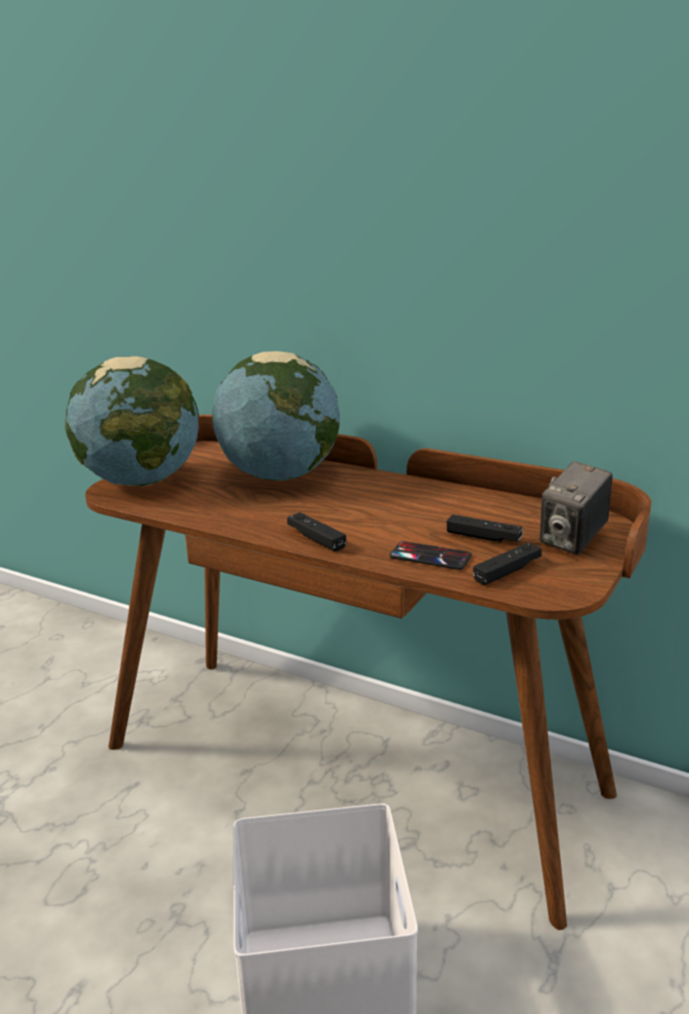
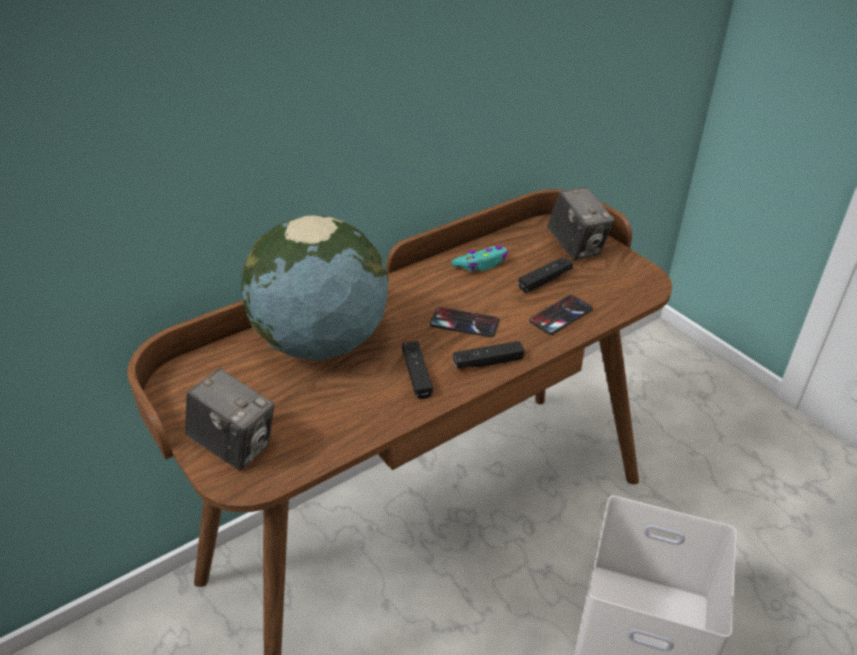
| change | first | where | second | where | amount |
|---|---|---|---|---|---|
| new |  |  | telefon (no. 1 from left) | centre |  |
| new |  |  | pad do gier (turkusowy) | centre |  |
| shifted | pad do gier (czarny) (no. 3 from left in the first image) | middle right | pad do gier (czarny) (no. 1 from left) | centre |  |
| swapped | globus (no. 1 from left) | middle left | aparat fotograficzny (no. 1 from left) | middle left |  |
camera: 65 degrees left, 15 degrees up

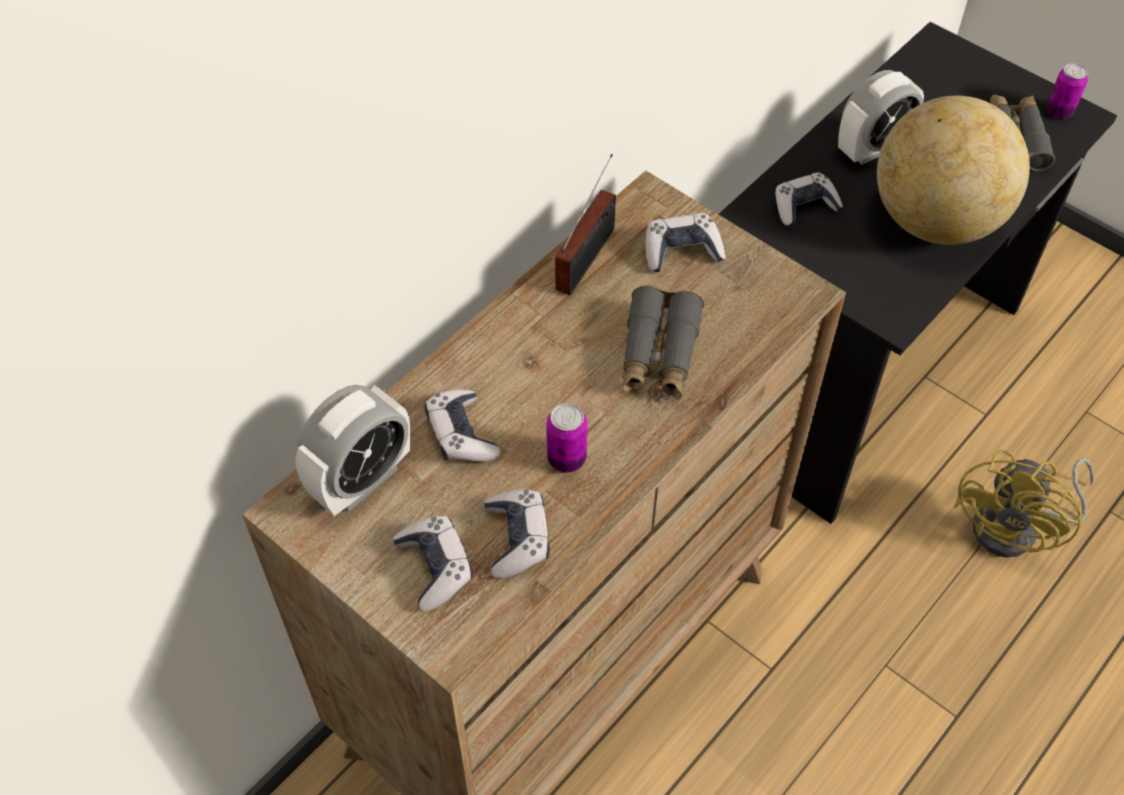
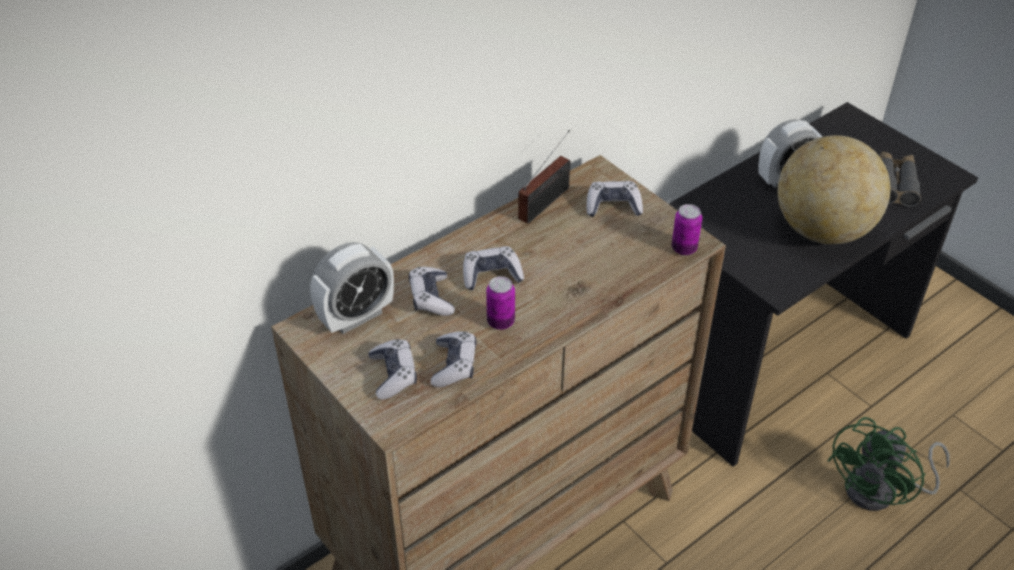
| change | first | where | second | where | amount |
|---|---|---|---|---|---|
| gone | lornetka (szary) (no. 1 from left) | centre |  |  |  |
| shifted | pad do gier (no. 5 from left in the first image) | top right | pad do gier (no. 4 from left) | centre |  |
| shifted | puszka (no. 2 from left) | top right |  | middle right |  |
| repainted | wentylator (żółty) | middle right | wentylator (zielony) | bottom right |  |
camera: 10 degrees right, 10 degrees down

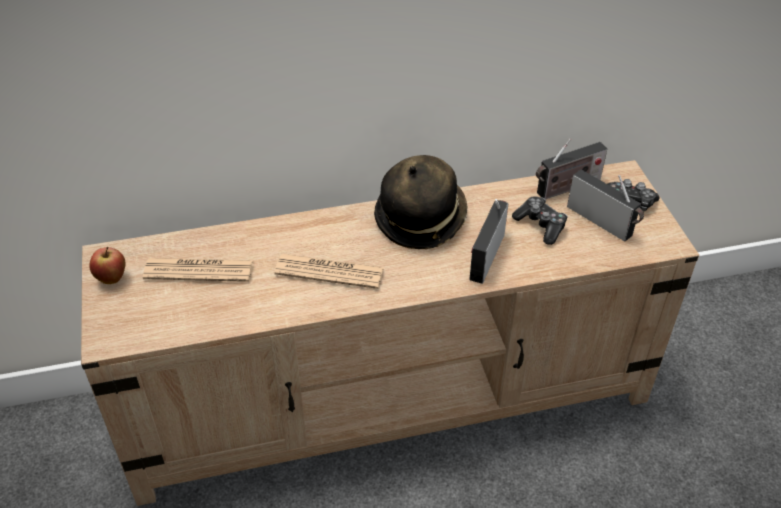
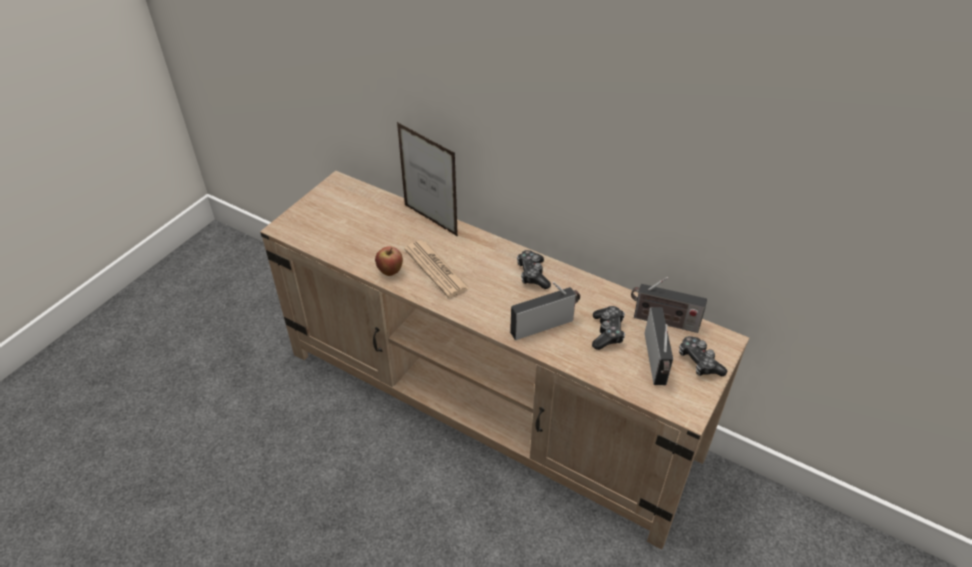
| change | first | where | second | where | amount |
|---|---|---|---|---|---|
| gone | gazeta (no. 1 from left) | middle left |  |  |  |
| new |  |  | ramka na zdjęcie | top centre |  |
| shifted | jabłko | middle left |  | centre |  |
| swapped | kapelusz | centre | pad do gier (no. 1 from left) | centre |  |
camera: 45 degrees right, 0 degrees up

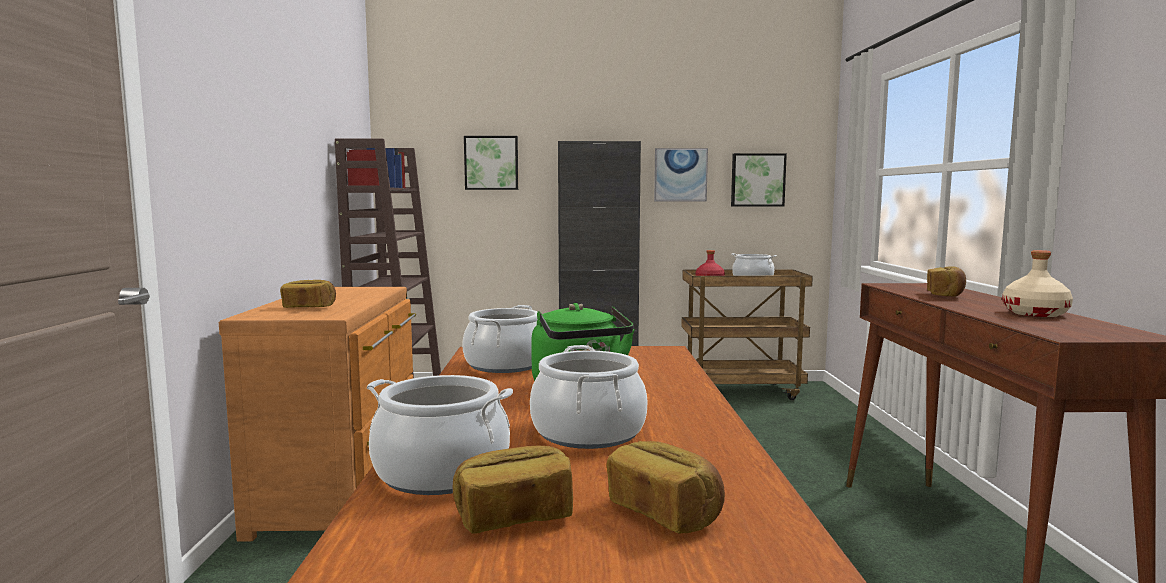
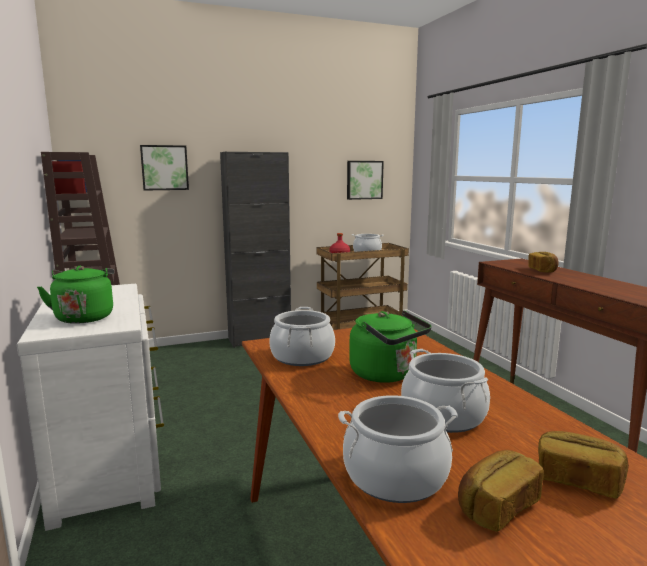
| change | first | where | second | where | amount |
|---|---|---|---|---|---|
| gone | obraz (no. 2 from left) | top centre |  |  |  |
| gone | butelka (beżowy) | middle right |  |  |  |
| swapped | chleb (no. 1 from left) | middle left | czajnik (zielony) (no. 1 from left) | middle left |  |
| repainted | komoda (brązowy) | bottom left | komoda (biały) | bottom left |  |
camera: 20 degrees left, 5 degrees up

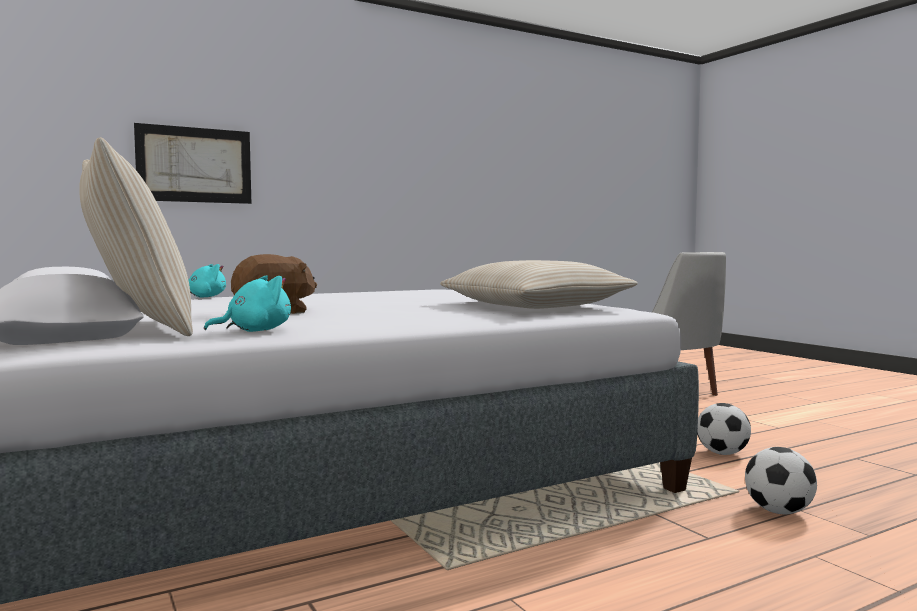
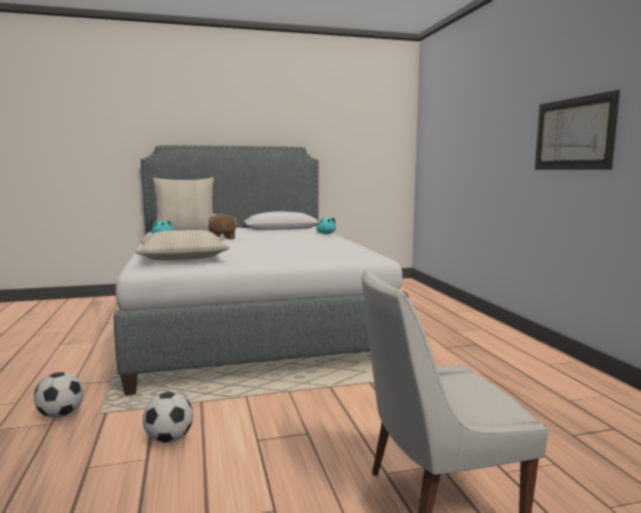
| change | first | where | second | where | amount |
|---|---|---|---|---|---|
| shifted | obraz | top left |  | top right |  |
camera: 105 degrees right, 5 degrees up

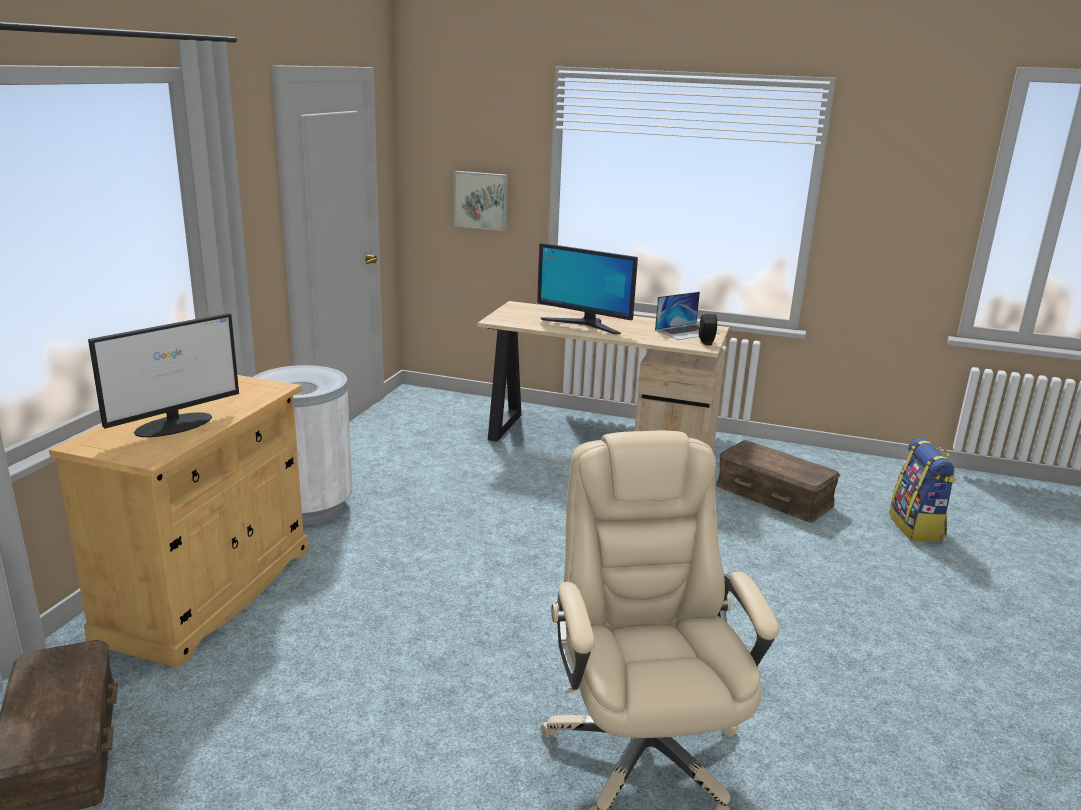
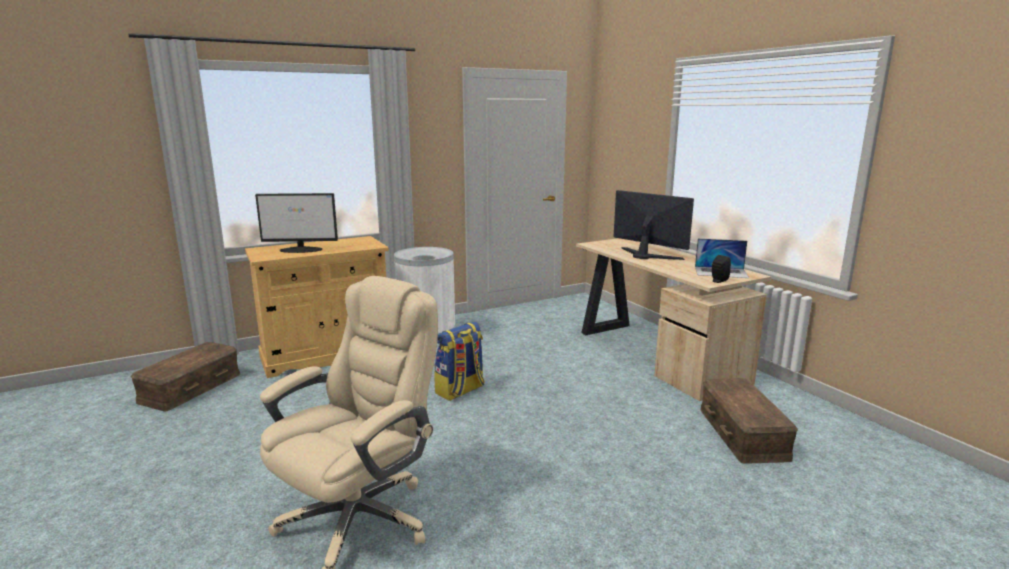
| change | first | where | second | where | amount |
|---|---|---|---|---|---|
| gone | obraz | top centre |  |  |  |
| shifted | plecak | middle right |  | centre |  |
| rotated | monitor (no. 2 from left) | centre |  | centre | 150 degrees clockwise |
camera: 45 degrees right, 5 degrees down

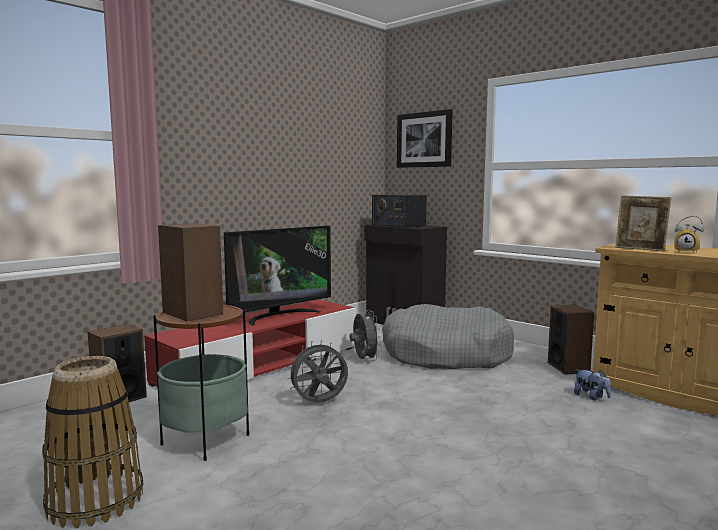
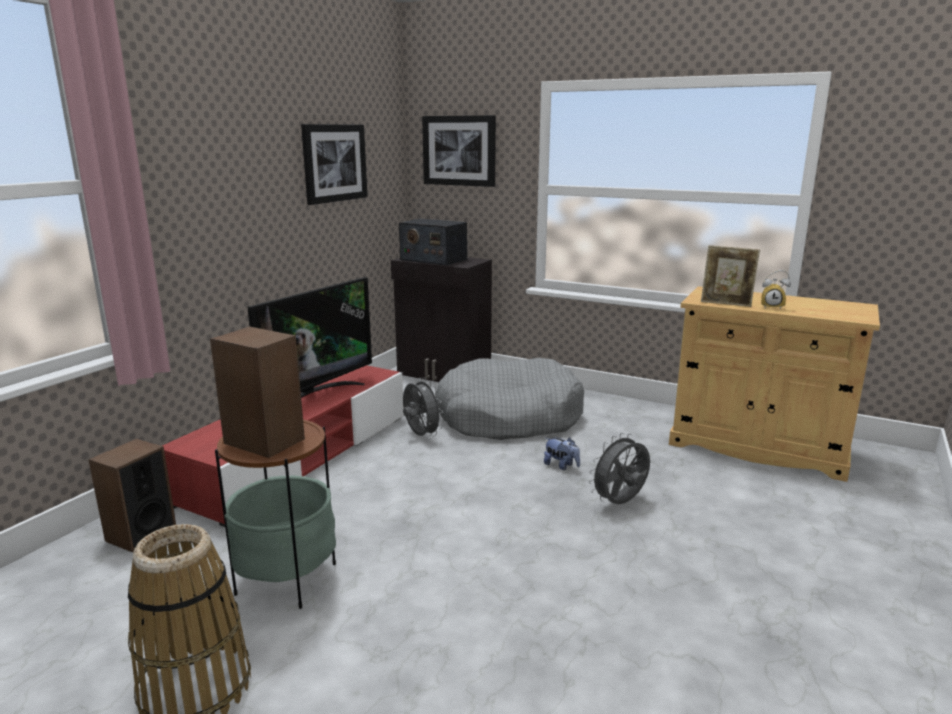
| change | first | where | second | where | amount |
|---|---|---|---|---|---|
| gone | głośnik (no. 3 from left) | middle right |  |  |  |
| new |  |  | obraz (no. 1 from left) | top centre |  |
| shifted | wentylator (szary) (no. 1 from left in the first image) | bottom centre | wentylator (szary) (no. 2 from left) | centre |  |
| shifted | pluszak | bottom right |  | centre |  |
camera: 15 degrees left, 10 degrees up

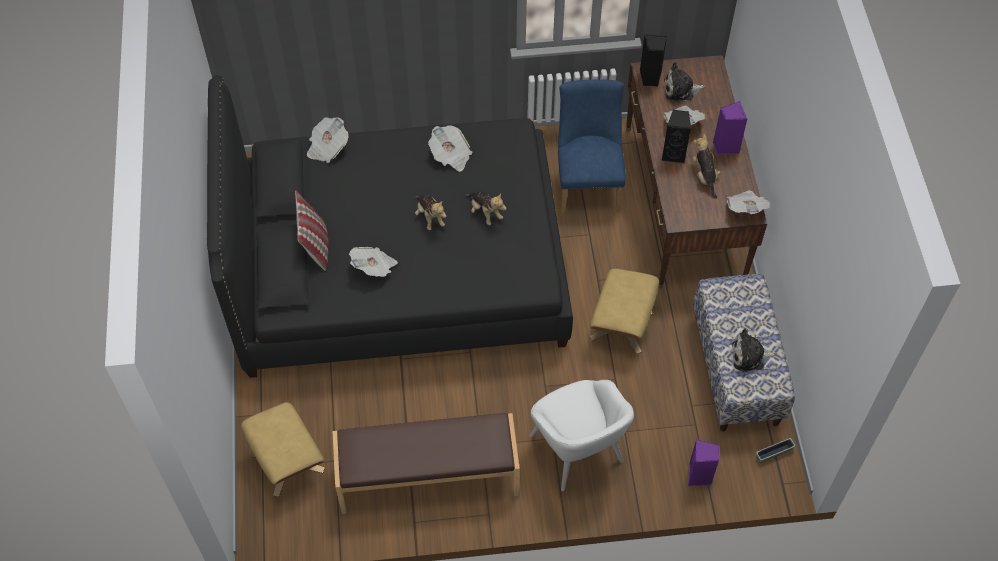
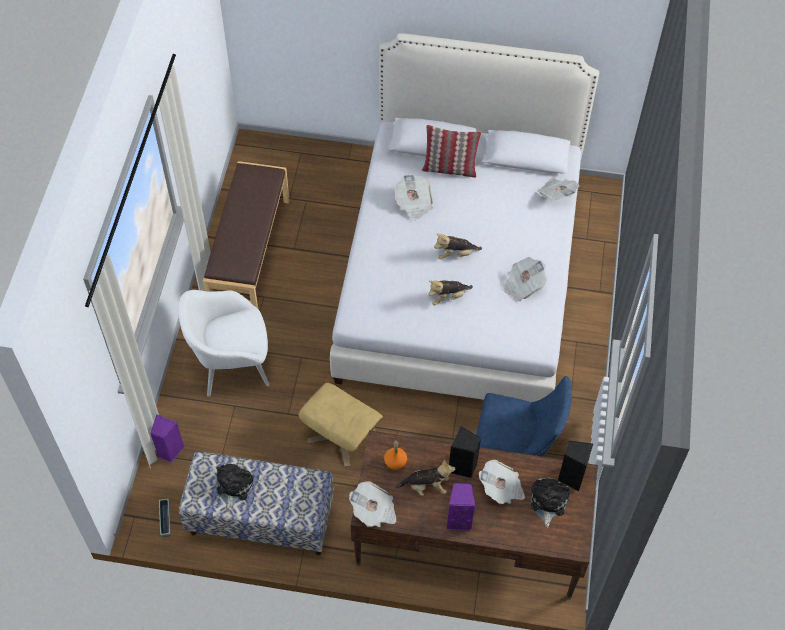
| change | first | where | second | where | amount |
|---|---|---|---|---|---|
| gone | pufa (beżowy) (no. 1 from left) | bottom left |  |  |  |
| new |  |  | butelka (pomarańczowy) | bottom centre |  |
| repainted | łóżko (czarny) | centre | łóżko (biały) | centre |  |
camera: 105 degrees right, 0 degrees up

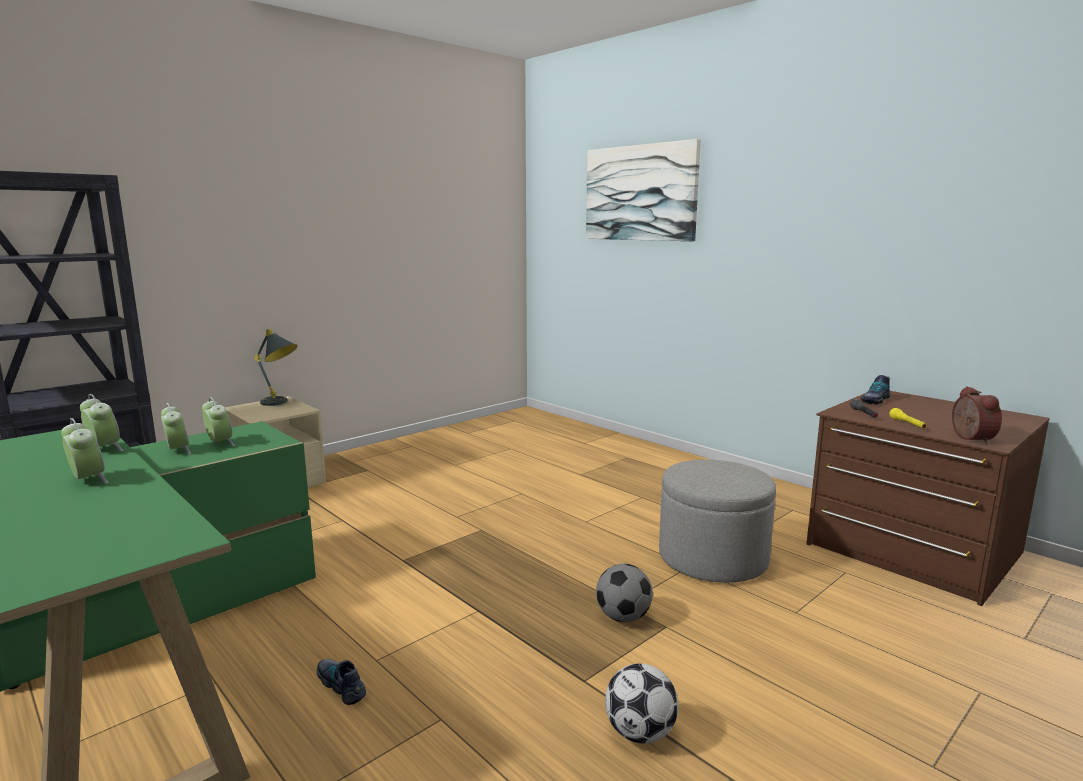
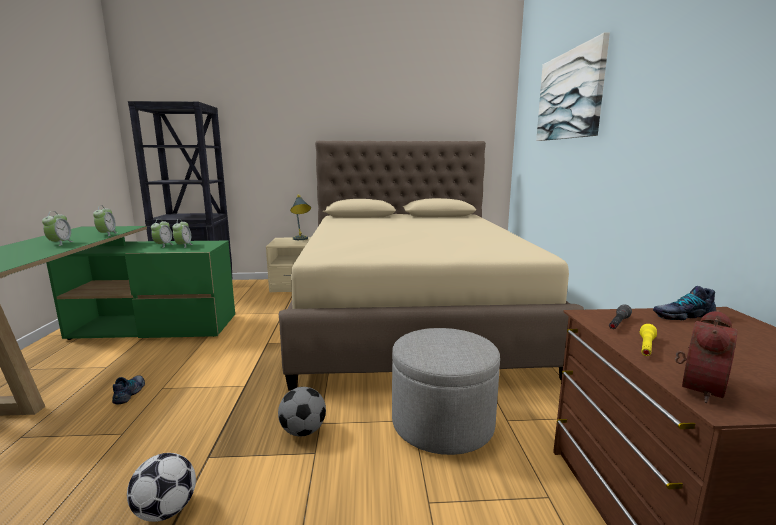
| change | first | where | second | where | amount |
|---|---|---|---|---|---|
| new |  |  | łóżko (beżowy) | centre |  |
camera: 40 degrees right, 0 degrees up

